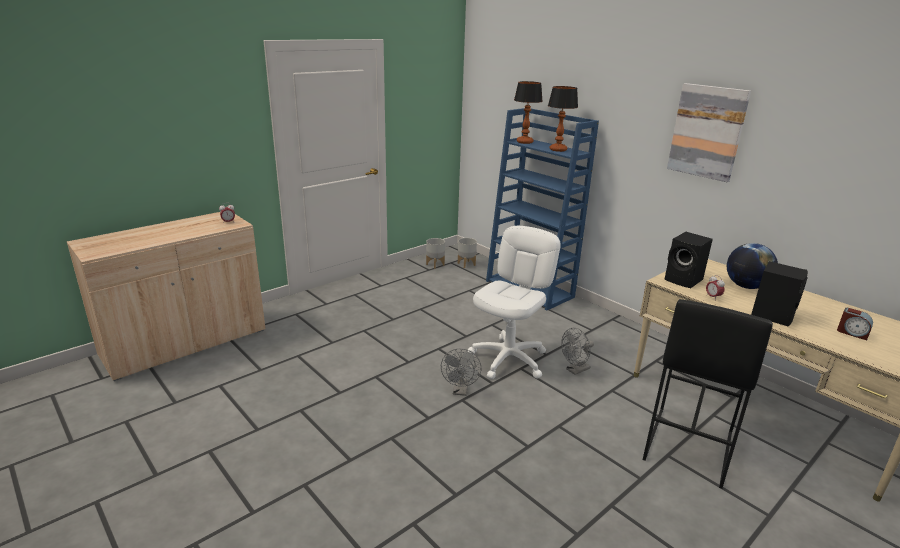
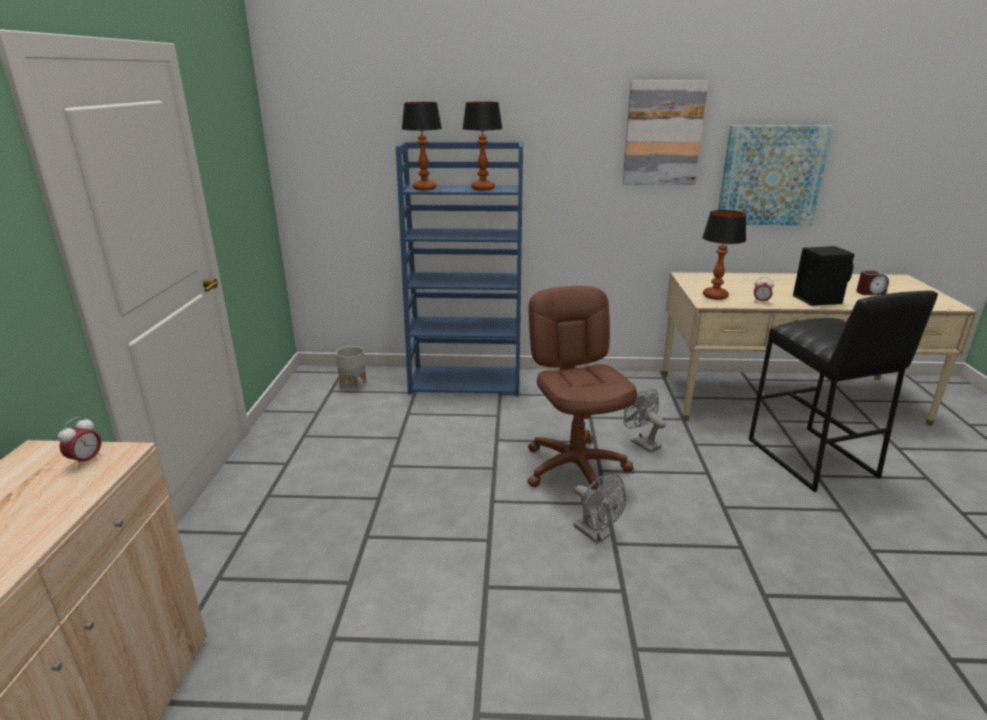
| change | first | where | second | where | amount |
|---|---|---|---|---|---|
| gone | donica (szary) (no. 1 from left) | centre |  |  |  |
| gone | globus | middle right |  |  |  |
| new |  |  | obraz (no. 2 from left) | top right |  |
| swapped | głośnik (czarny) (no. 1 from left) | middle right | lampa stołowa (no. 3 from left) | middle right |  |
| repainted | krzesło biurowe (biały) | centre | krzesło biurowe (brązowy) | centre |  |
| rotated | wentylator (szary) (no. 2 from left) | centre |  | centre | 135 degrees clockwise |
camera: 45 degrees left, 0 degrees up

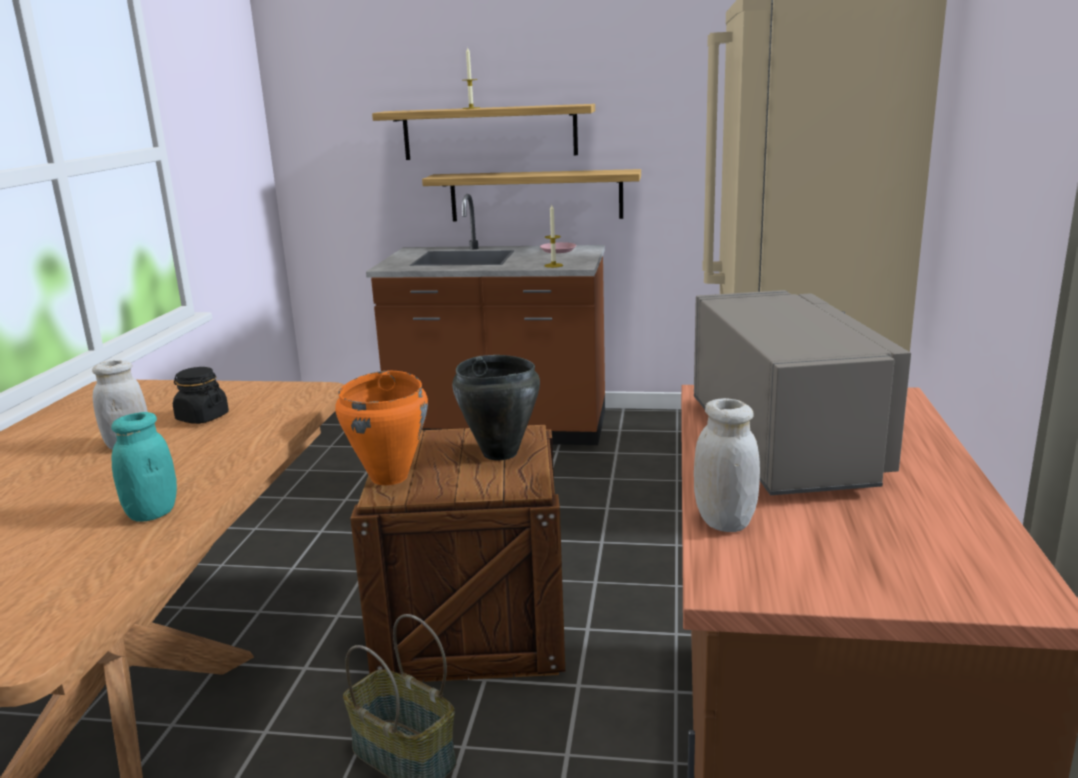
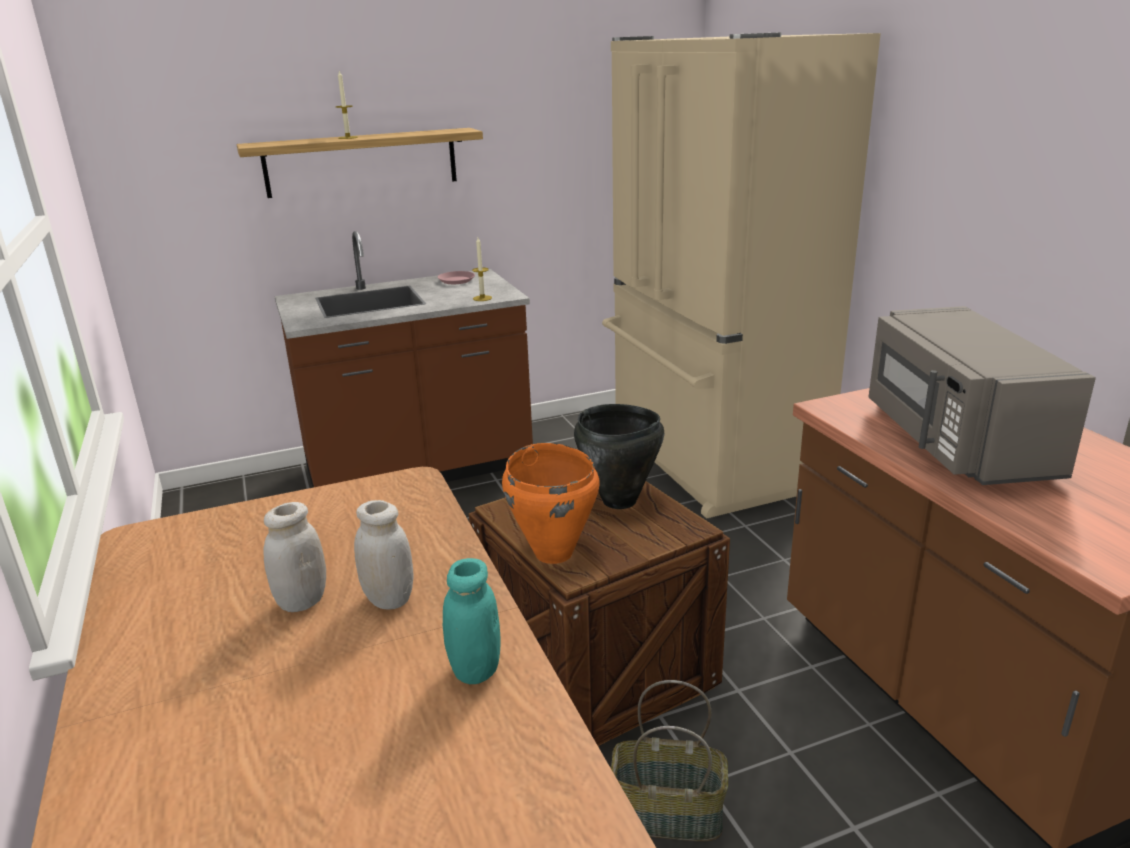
| change | first | where | second | where | amount |
|---|---|---|---|---|---|
| gone | słoik (czarny) | middle left |  |  |  |
| gone | półka (no. 2 from left) | top centre |  |  |  |
| shifted | słoik (biały) (no. 2 from left) | middle right |  | centre |  |
| rotated | mikrofalówka (szary) | middle right |  | middle right | 150 degrees counterclockwise |
camera: 30 degrees left, 5 degrees up

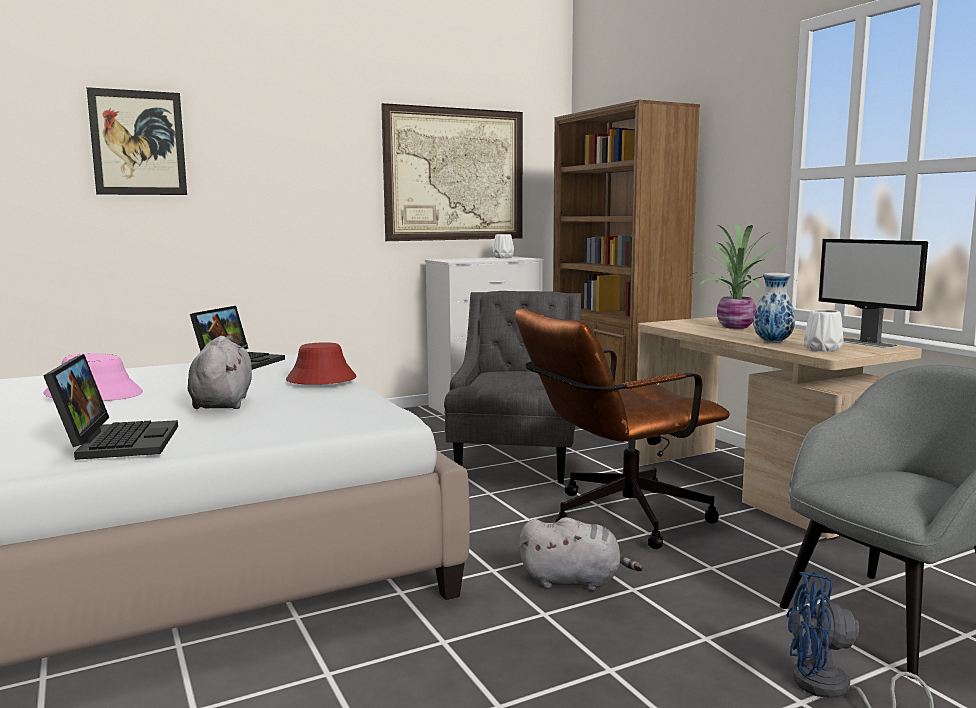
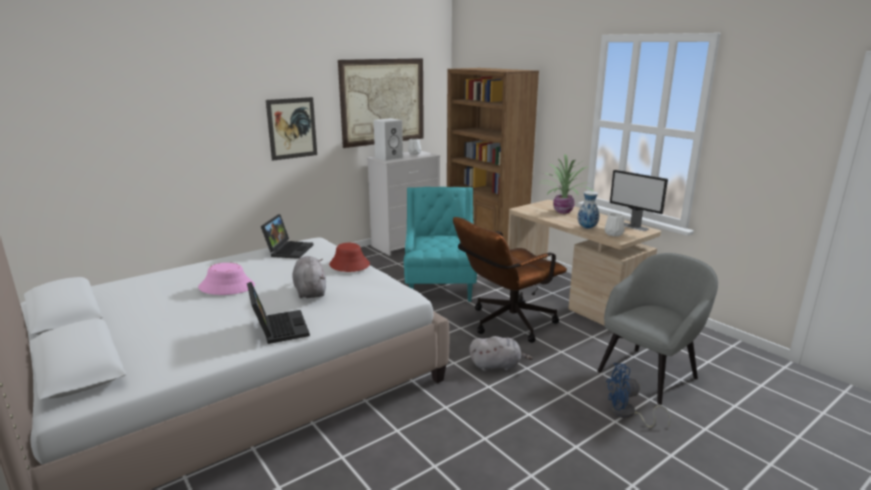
| change | first | where | second | where | amount |
|---|---|---|---|---|---|
| new |  |  | głośnik (biały) | top centre |  |
| shifted | obraz (no. 1 from left) | top left |  | top centre |  |
| repainted | fotel (szary) (no. 1 from left) | centre | fotel (turkusowy) | centre |  |
camera: 10 degrees left, 10 degrees up

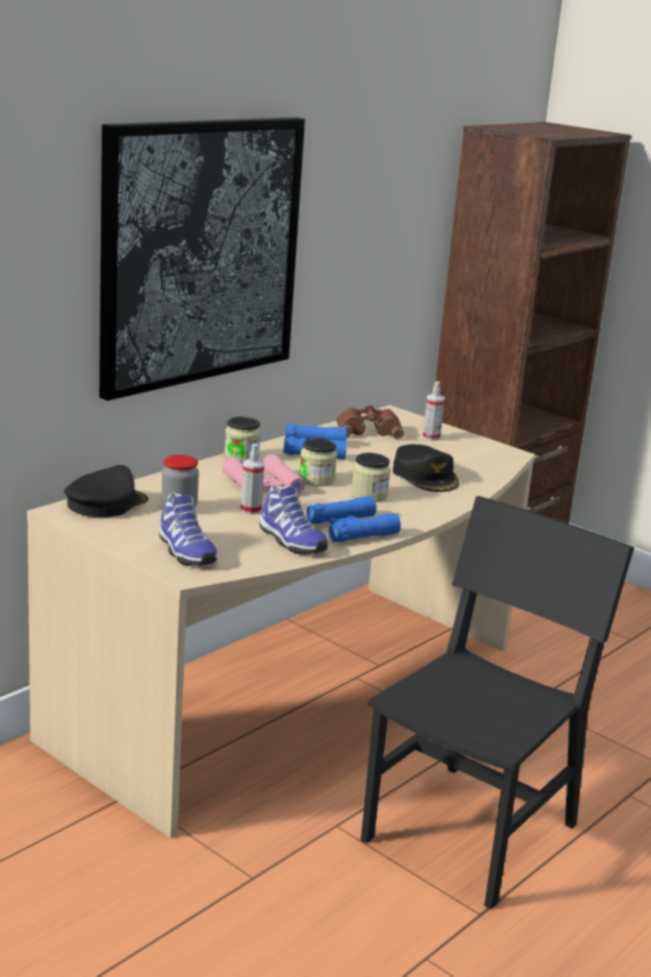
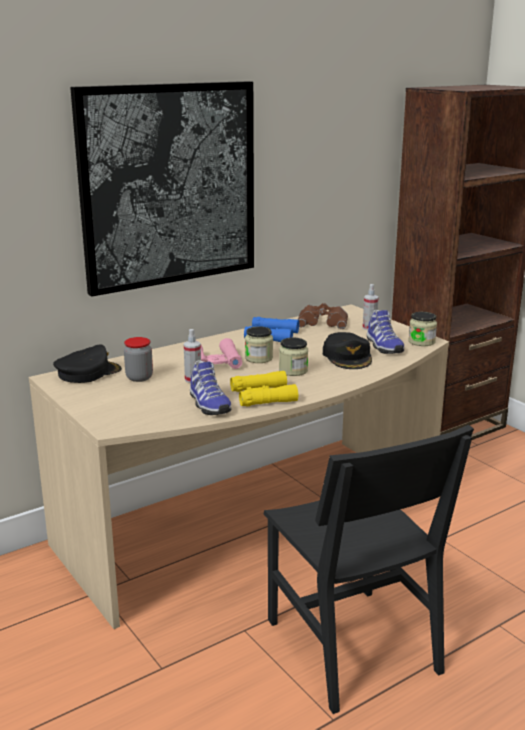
| change | first | where | second | where | amount |
|---|---|---|---|---|---|
| shifted | but (no. 1 from left in the first image) | middle left | but (no. 2 from left) | middle right |  |
| shifted | słoik (no. 2 from left in the first image) | centre | słoik (no. 4 from left) | middle right |  |
| repainted | lornetka (niebieski) (no. 2 from left) | centre | lornetka (żółty) | centre |  |
| rotated | krzesło (czarny) | bottom right |  | bottom right | 105 degrees clockwise |
camera: 15 degrees right, 0 degrees up

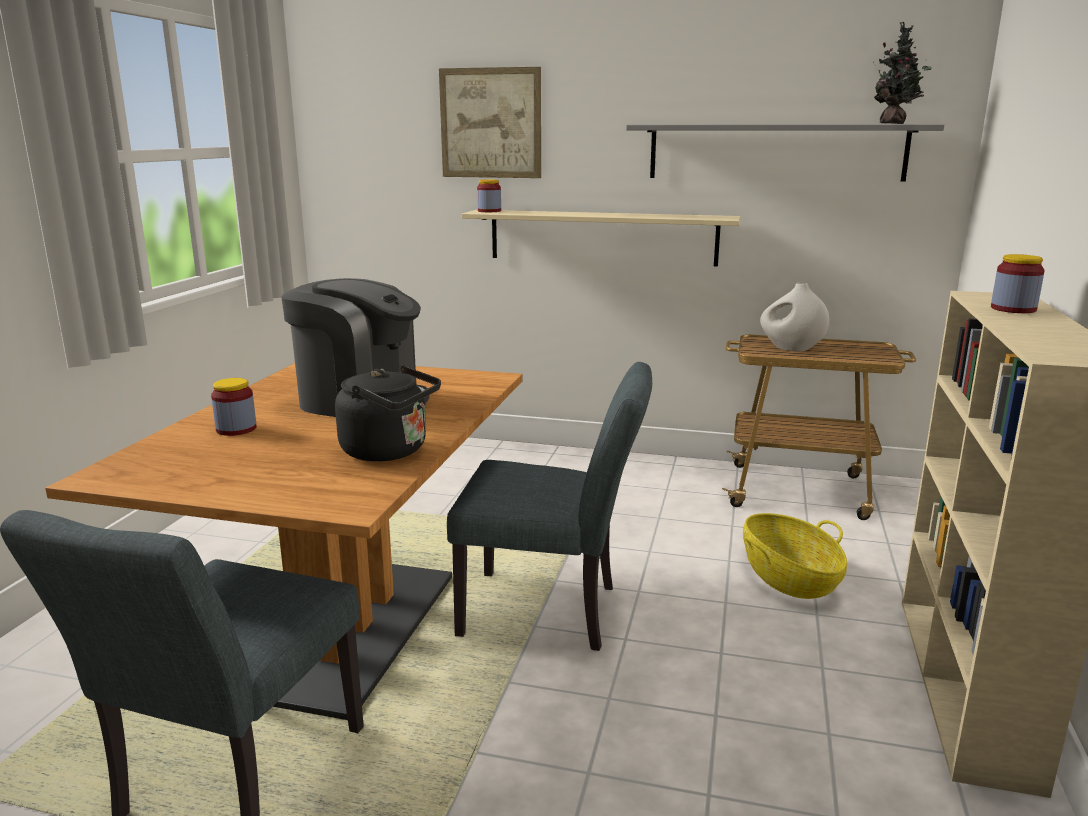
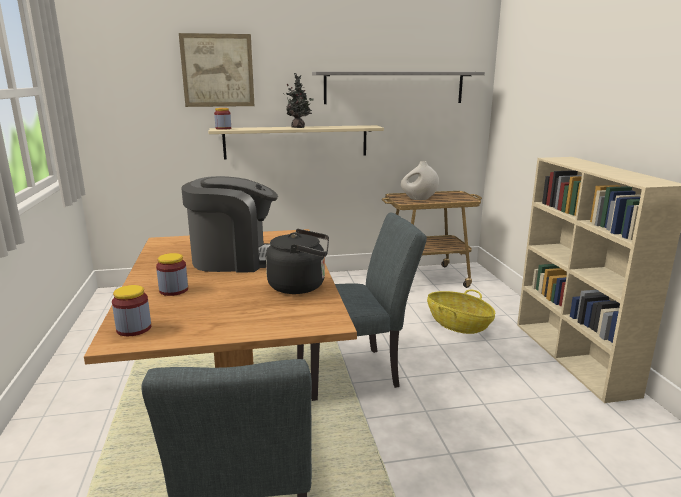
| change | first | where | second | where | amount |
|---|---|---|---|---|---|
| shifted | roślina doniczkowa | top right |  | top centre |  |
| shifted | słoik (no. 3 from left in the first image) | middle right | słoik (no. 1 from left) | middle left |  |
camera: 25 degrees left, 0 degrees up

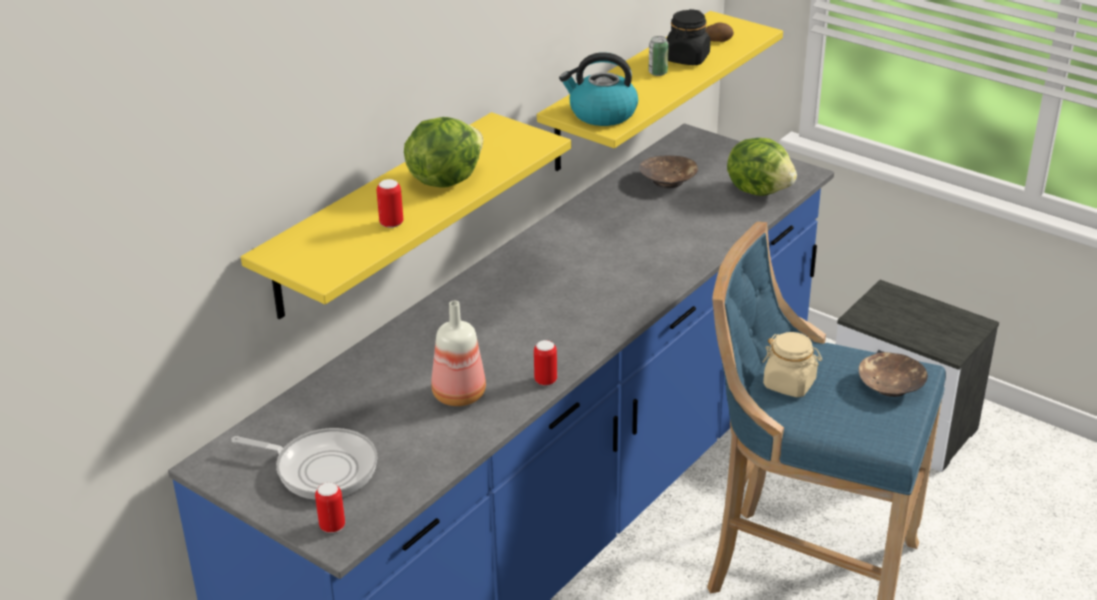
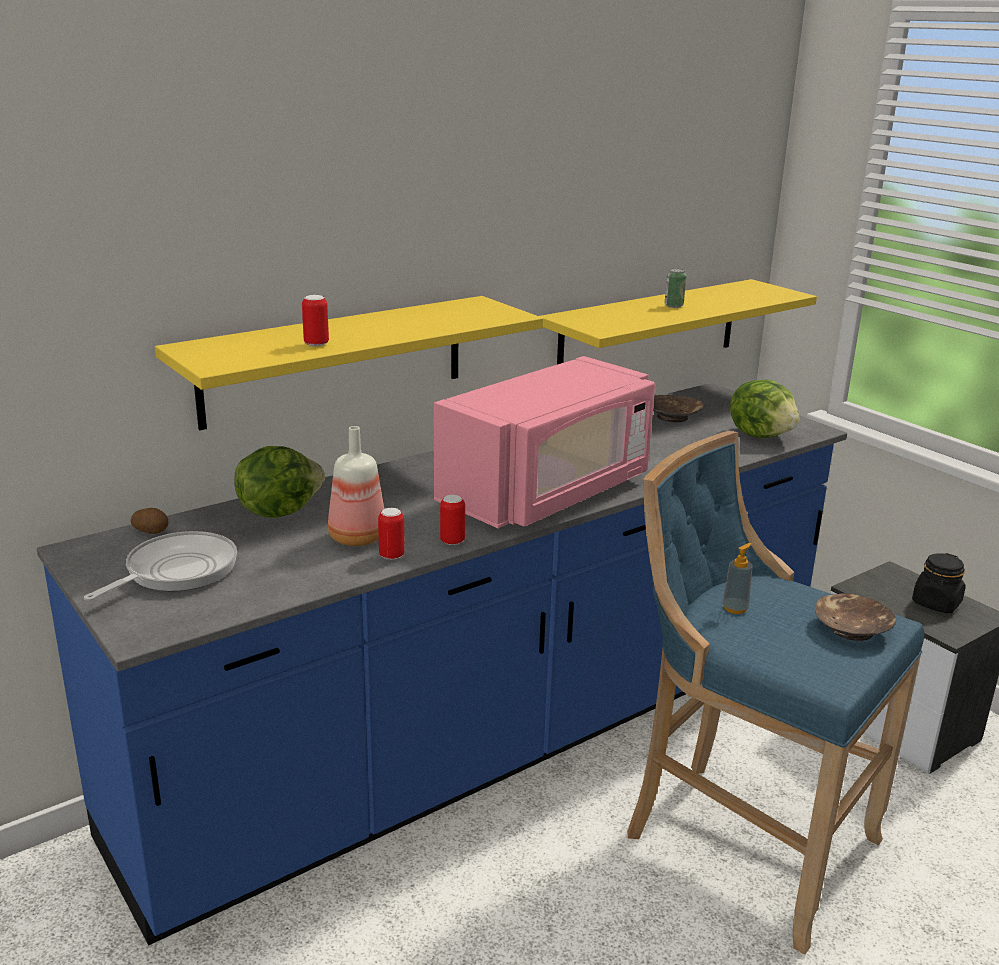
| change | first | where | second | where | amount |
|---|---|---|---|---|---|
| gone | czajnik | top centre |  |  |  |
| new |  |  | mikrofalówka (różowy) | centre |  |
| shifted | puszka (no. 1 from left in the first image) | bottom left | puszka (no. 2 from left) | centre |  |
| shifted | sałata (no. 1 from left) | top centre |  | middle left |  |
| shifted | słoik (czarny) | top centre |  | middle right |  |
| shifted | ziemniak | top centre |  | middle left |  |
| swapped | słoik (beżowy) | middle right | dozownik mydła | middle right |  |
| rotated | patelnia | bottom left |  | middle left | 90 degrees counterclockwise |
camera: 15 degrees right, 10 degrees down

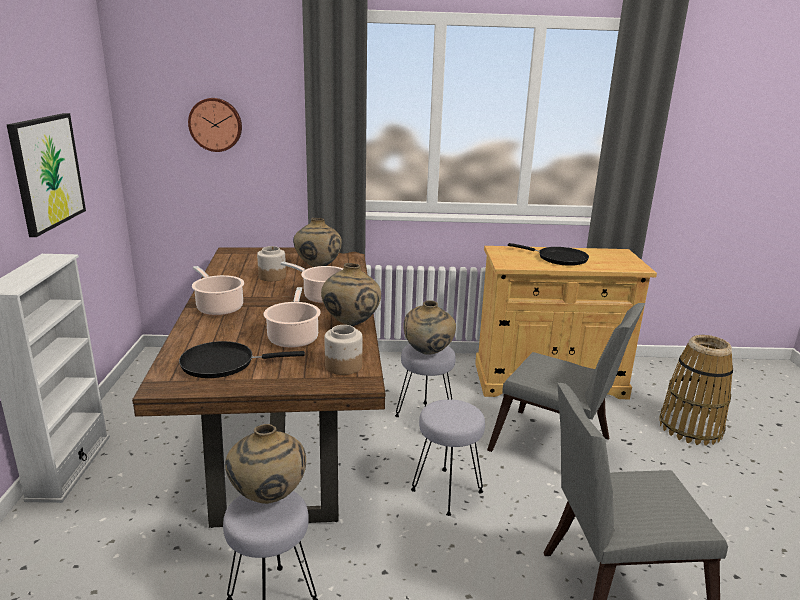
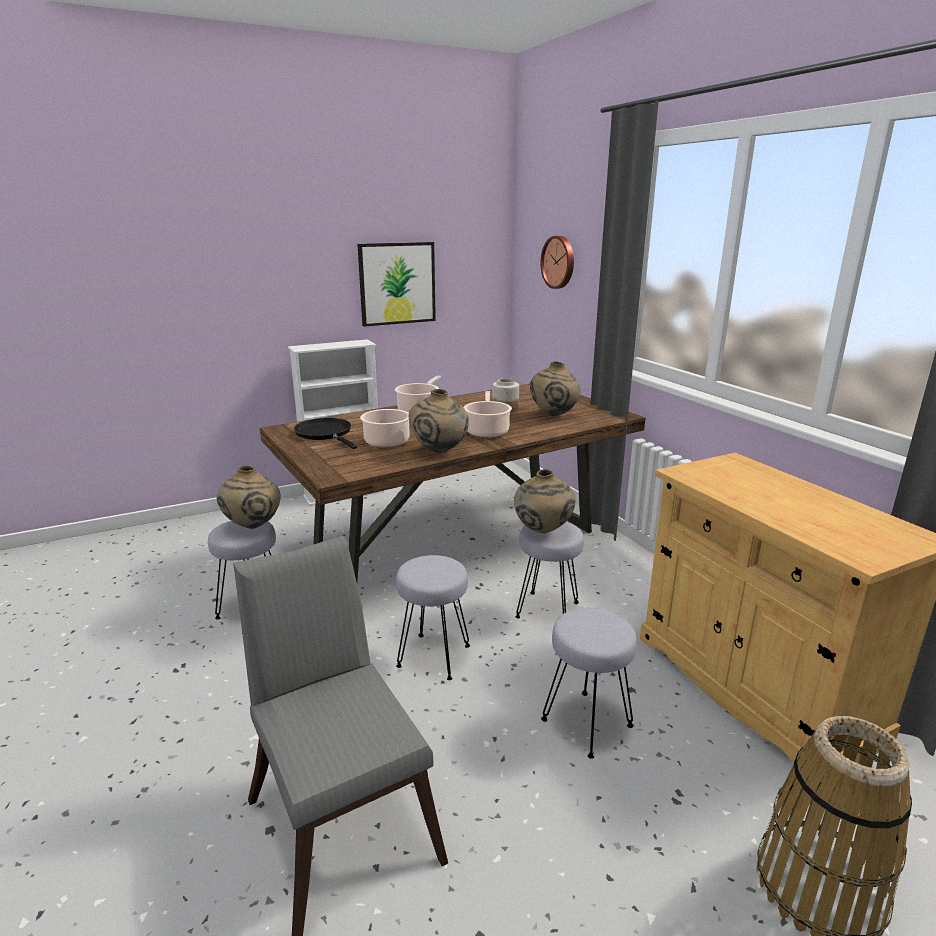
| change | first | where | second | where | amount |
|---|---|---|---|---|---|
| gone | słoik (no. 2 from left) | centre |  |  |  |
| gone | patelnia (czarny) (no. 2 from left) | middle right |  |  |  |
| swapped | krzesło (szary) (no. 1 from left) | middle right | stołek (szary) (no. 4 from left) | bottom centre |  |
camera: 65 degrees right, 0 degrees up

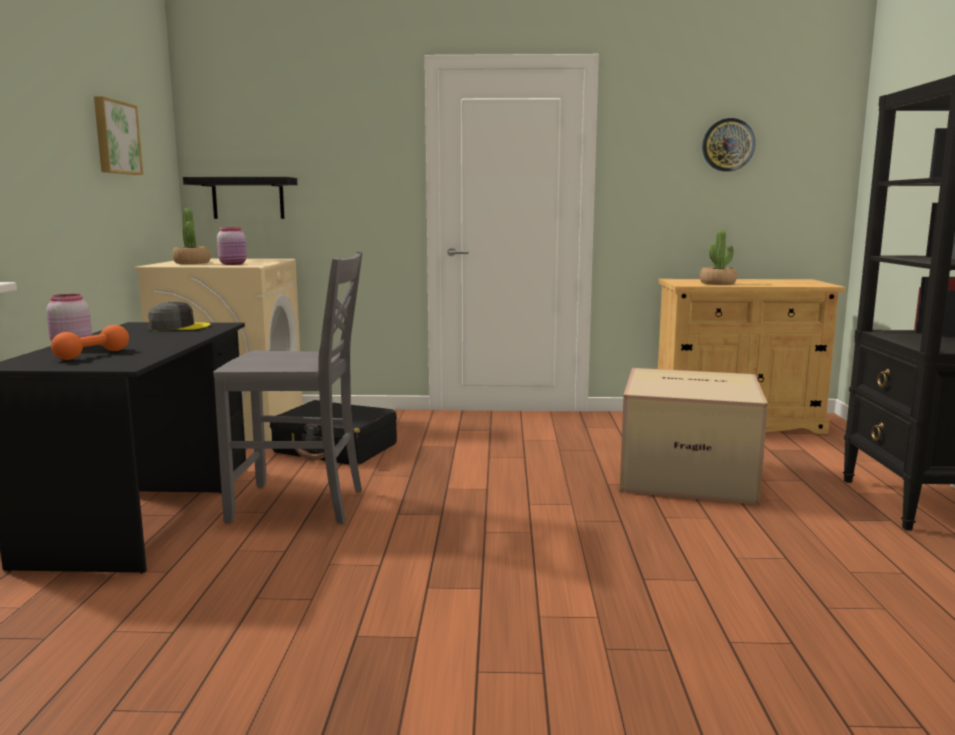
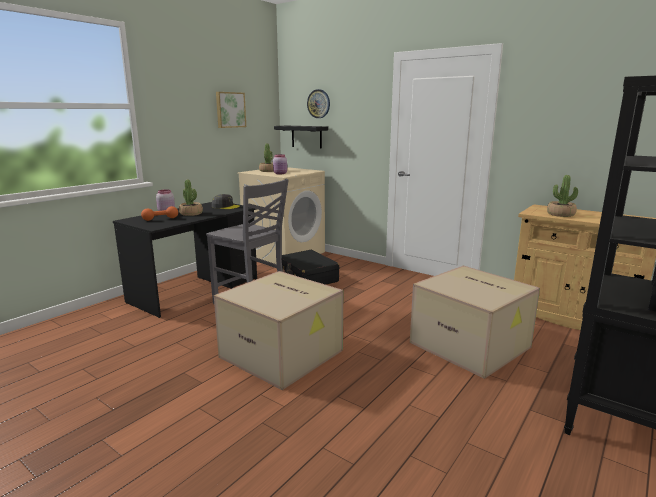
| change | first | where | second | where | amount |
|---|---|---|---|---|---|
| new |  |  | roślina doniczkowa (no. 1 from left) | middle left |  |
| new |  |  | karton (no. 1 from left) | centre |  |
| shifted | zegar ścienny | top right |  | top centre |  |
camera: 35 degrees right, 5 degrees up

